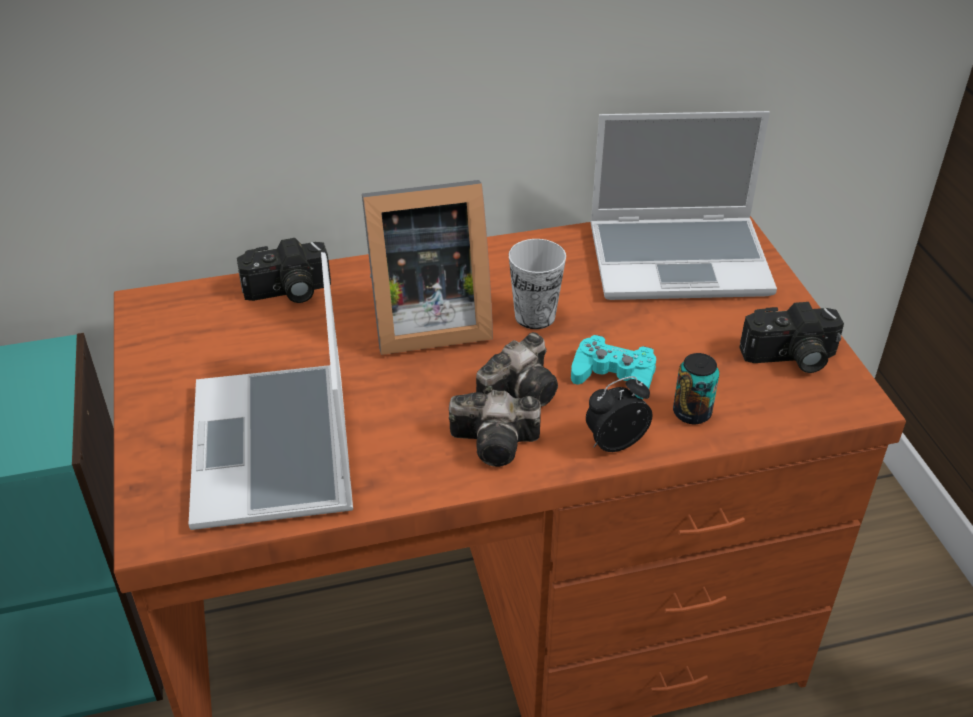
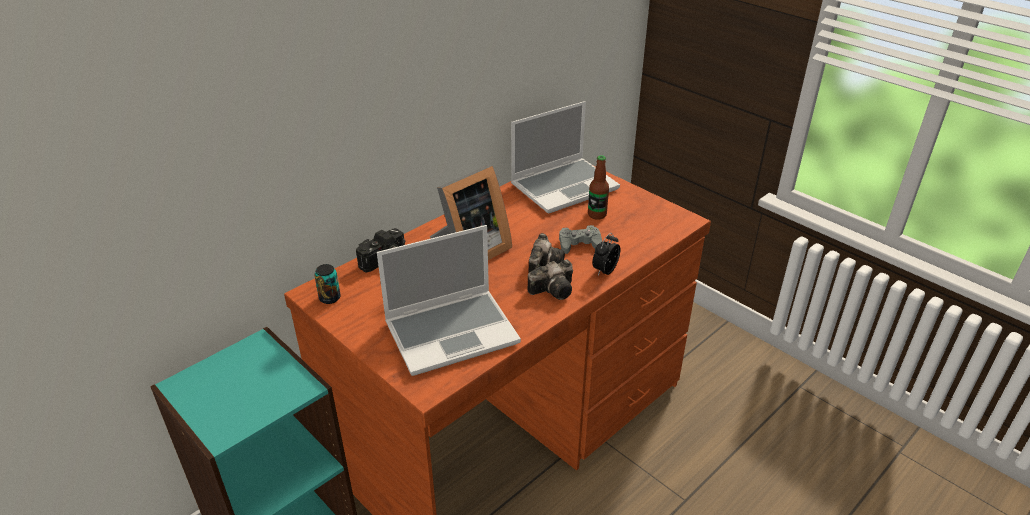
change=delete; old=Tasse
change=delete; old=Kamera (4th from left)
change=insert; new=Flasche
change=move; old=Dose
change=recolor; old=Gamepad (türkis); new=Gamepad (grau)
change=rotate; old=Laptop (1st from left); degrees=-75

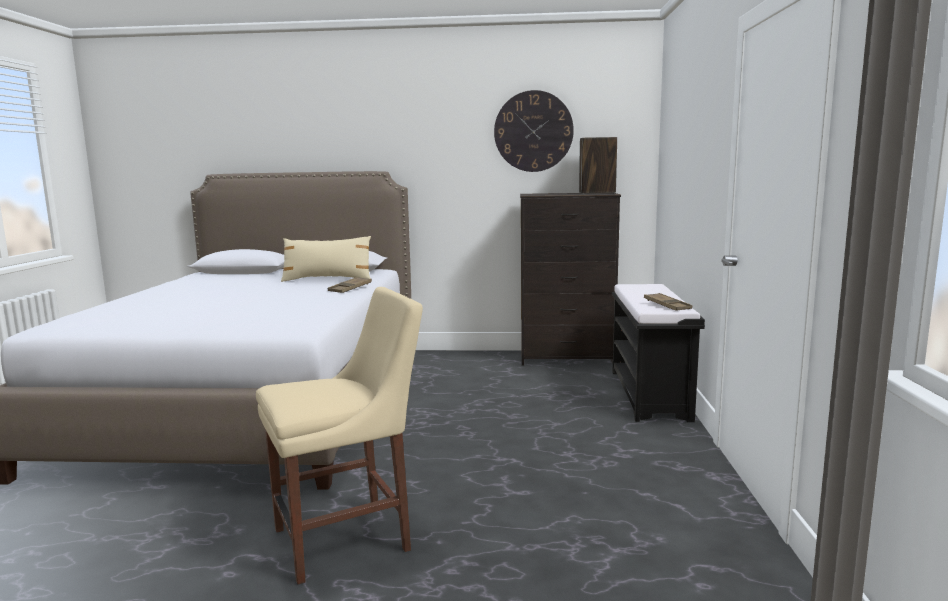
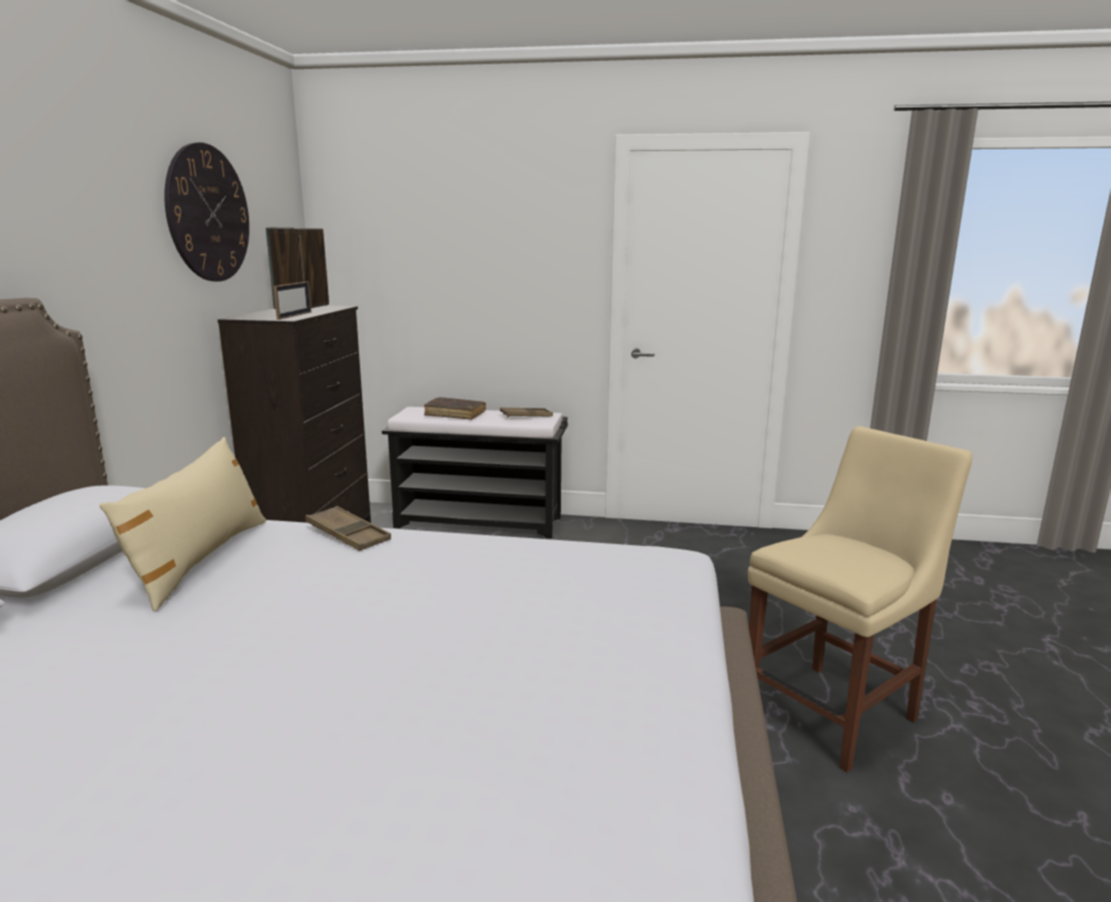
change=insert; new=Bilderrahmen
change=insert; new=Buch (braun)
change=rotate; old=Stuhl (beige); degrees=75

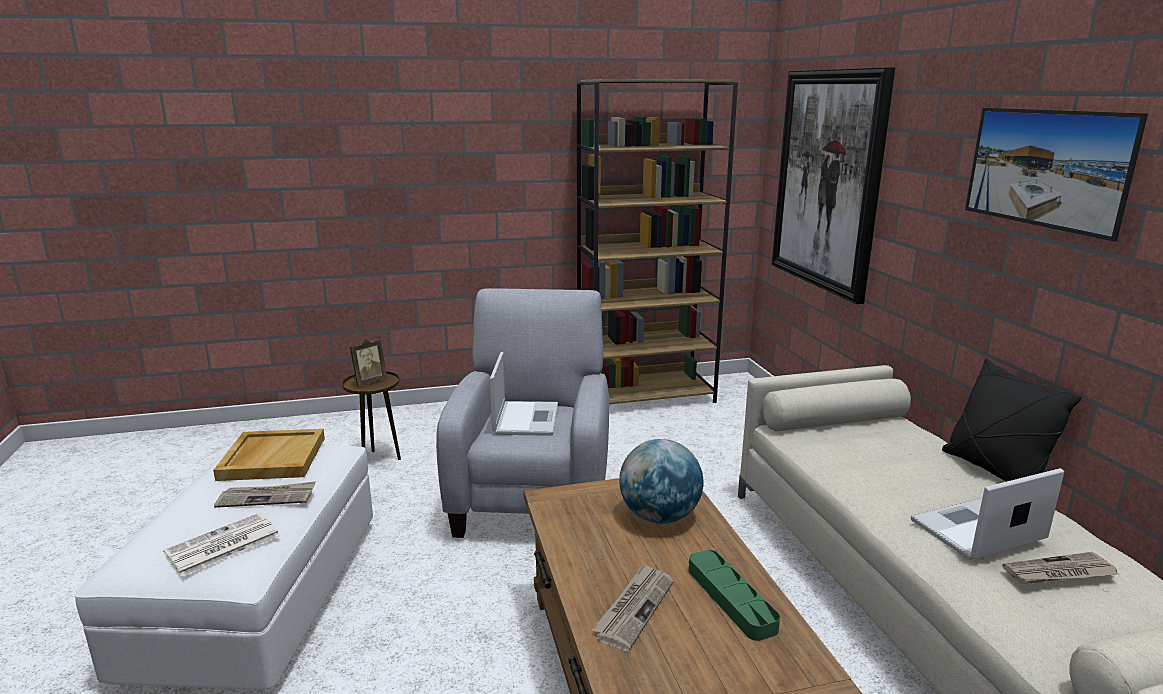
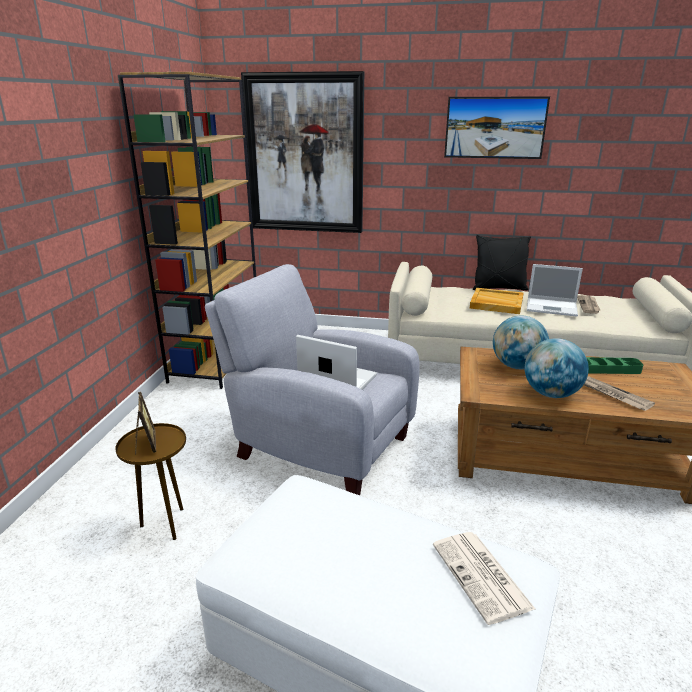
change=delete; old=Zeitung (2nd from left)
change=insert; new=Globus (2nd from left)
change=move; old=Tablett (beige)
change=rotate; old=Laptop (2nd from left); degrees=-75

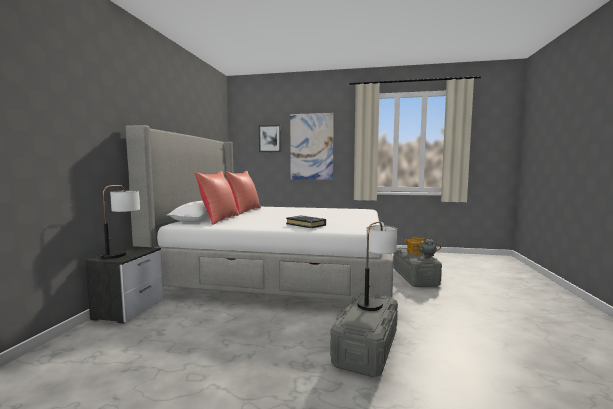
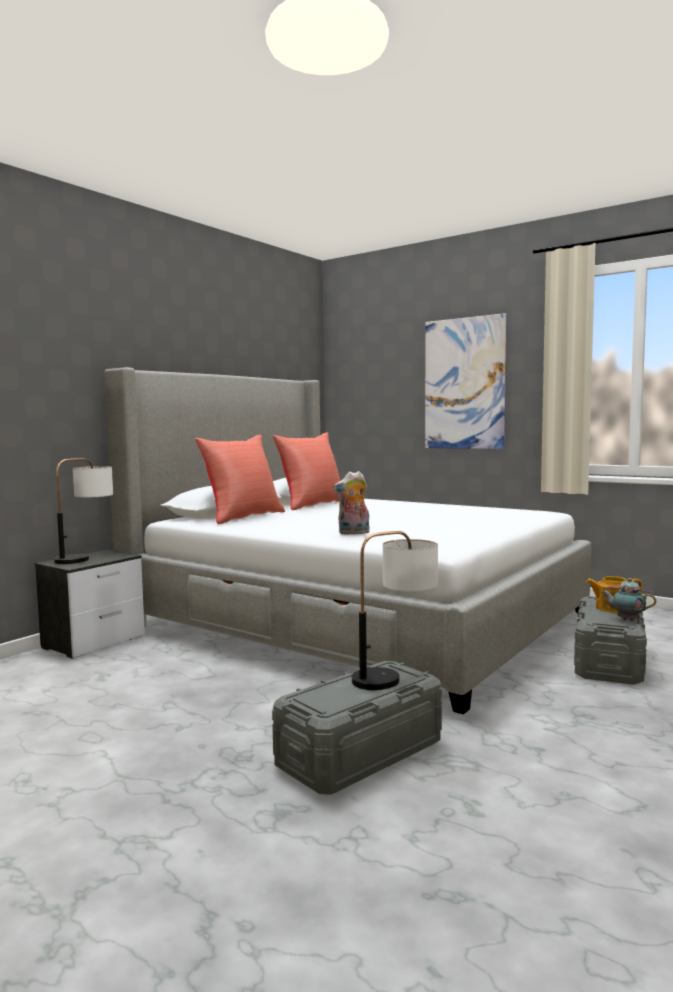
change=delete; old=Bild (1st from left)
change=replace; old=Buch (schwarz); new=Plüschtier

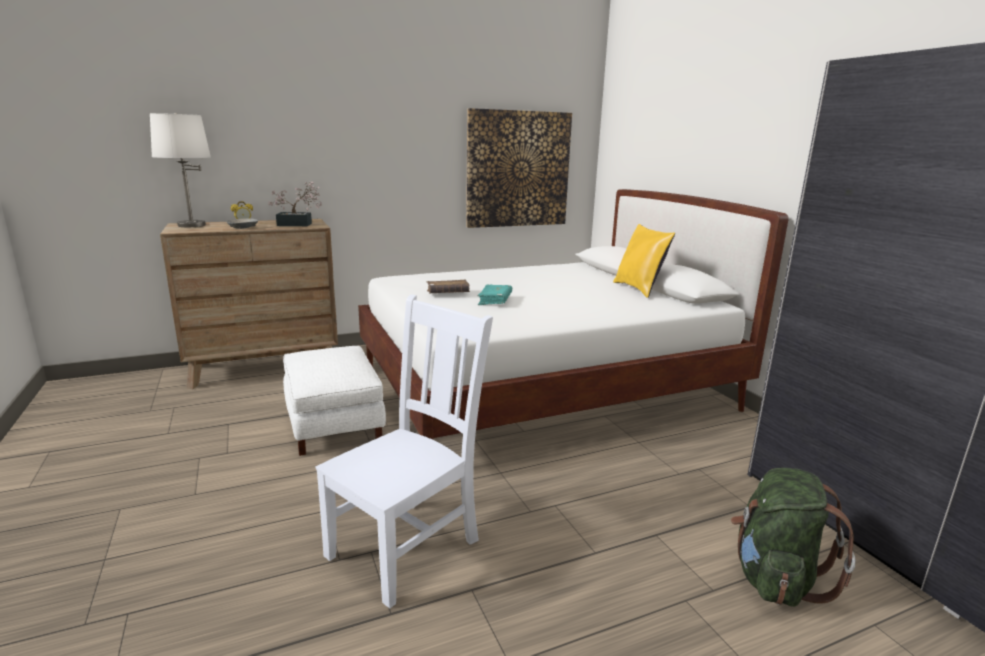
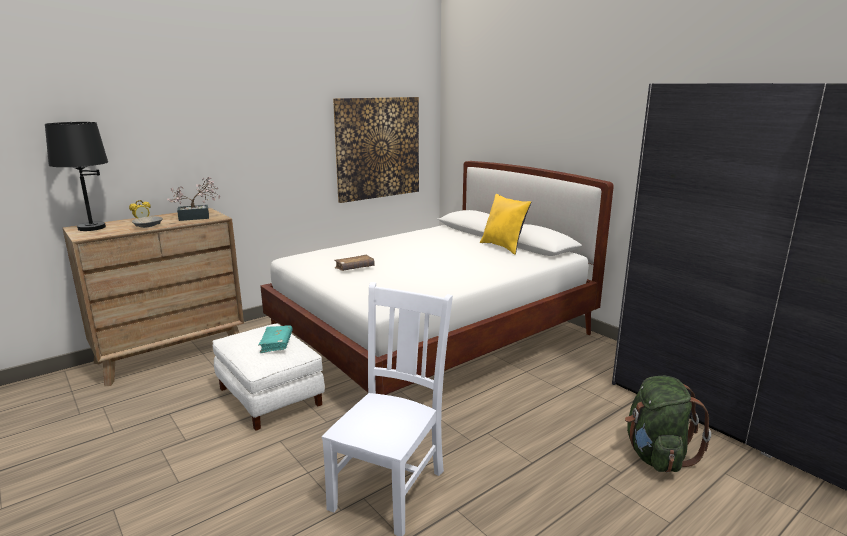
change=move; old=Buch (türkis)
change=recolor; old=Tischlampe (weiß); new=Tischlampe (schwarz)

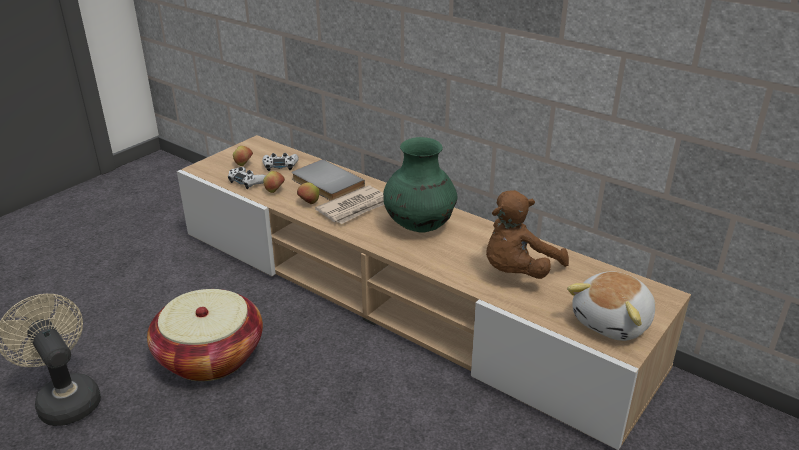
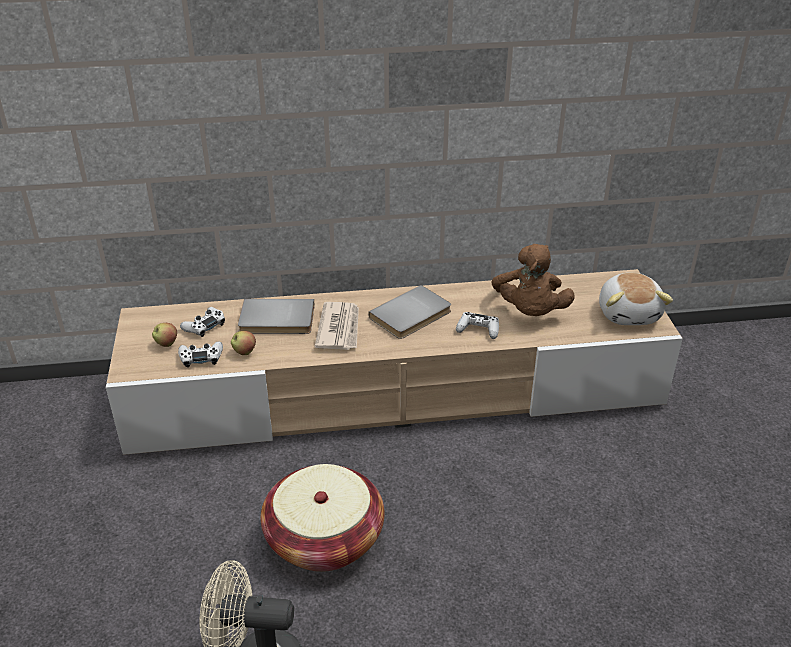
change=delete; old=Apfel (3rd from left)
change=insert; new=Gamepad (weiß) (3rd from left)
change=replace; old=Vase (grün); new=Buch (grau) (2nd from left)

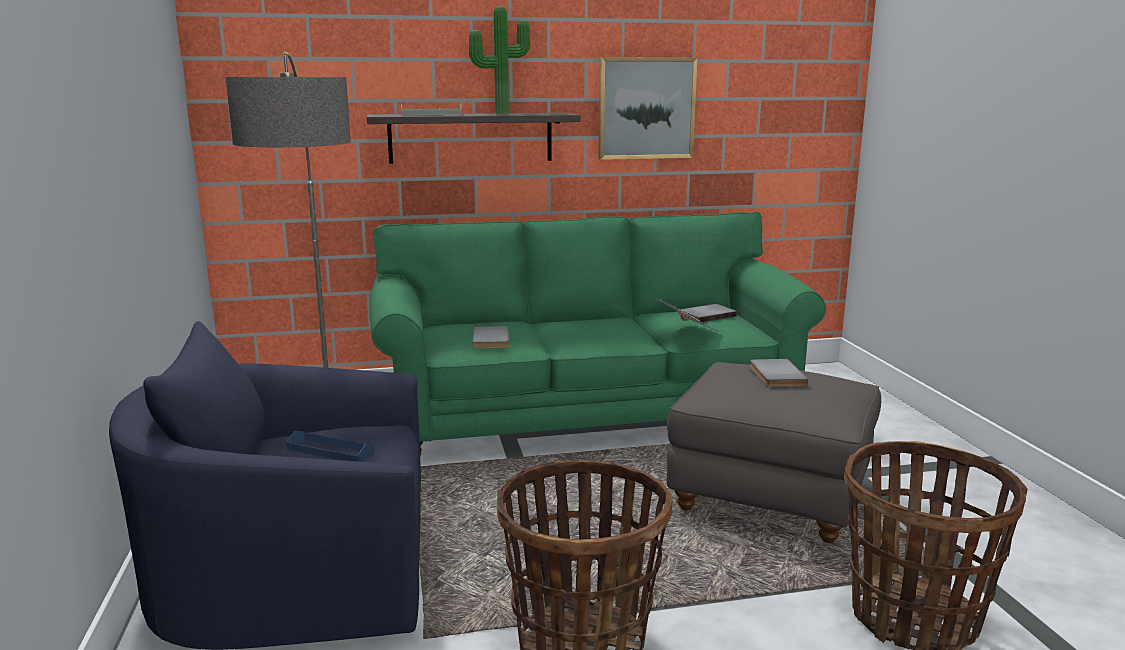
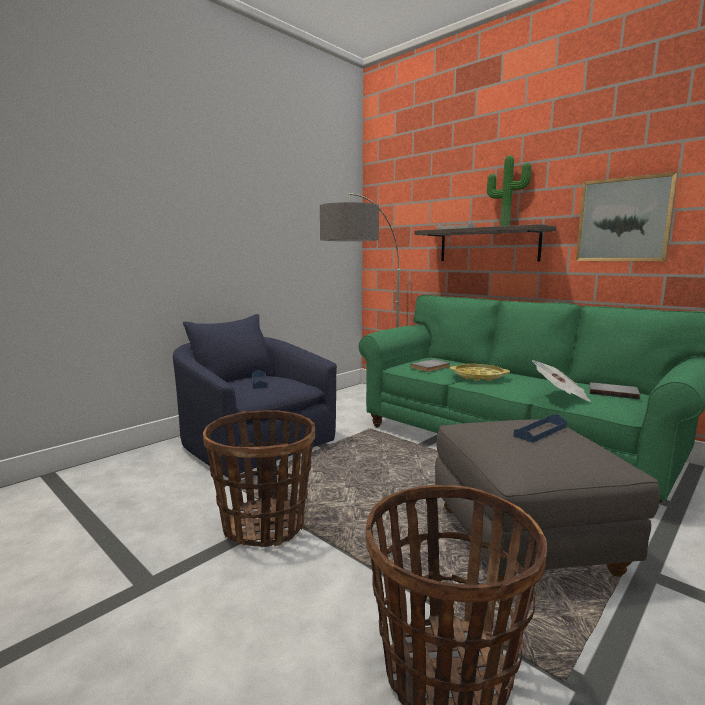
change=insert; new=Tablett (gelb)
change=replace; old=Buch (grau) (3rd from left); new=Tablett (blau) (2nd from left)

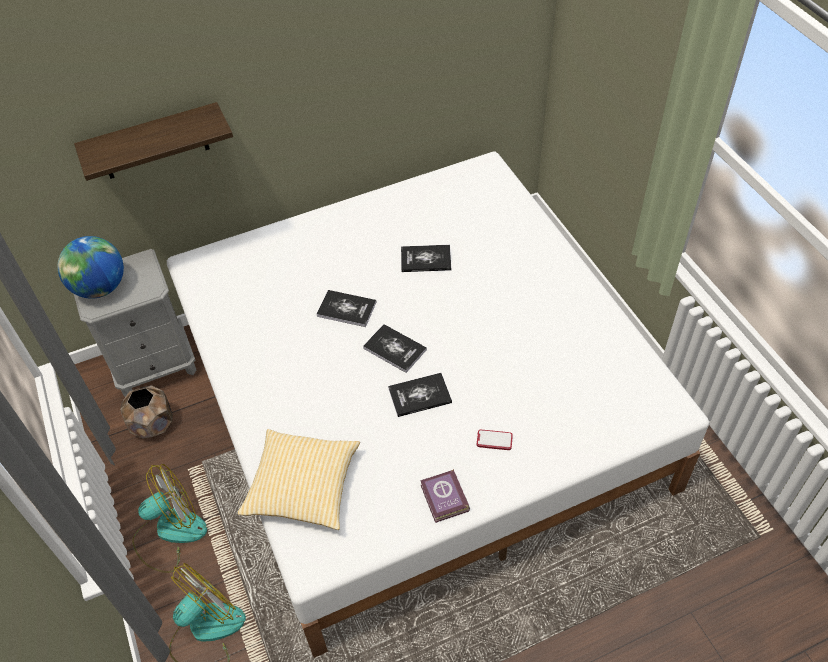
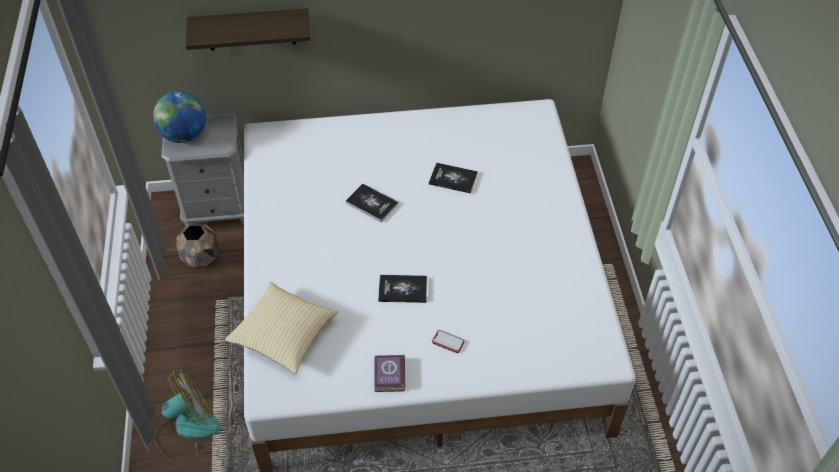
change=delete; old=Ventilator (1st from left)
change=delete; old=Buch (2nd from left)

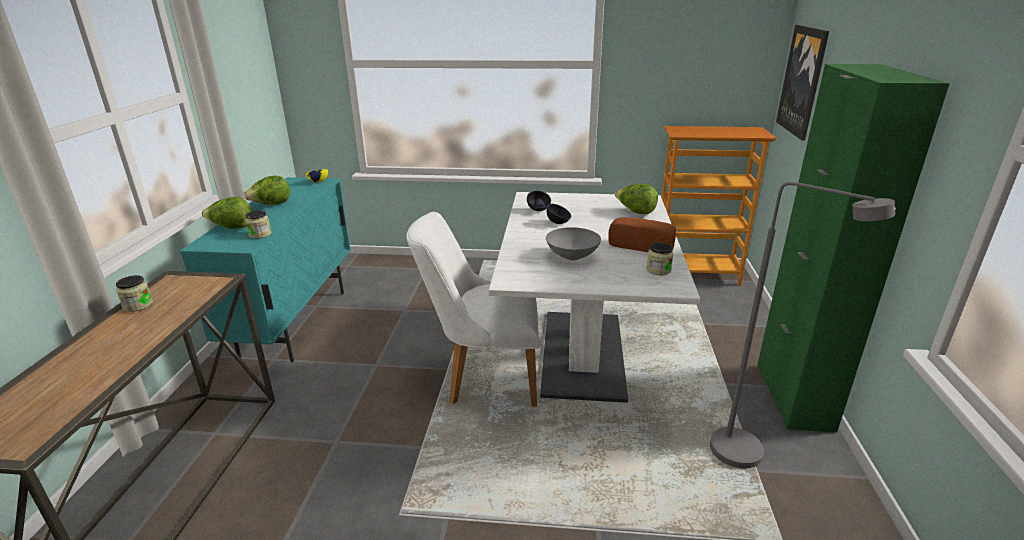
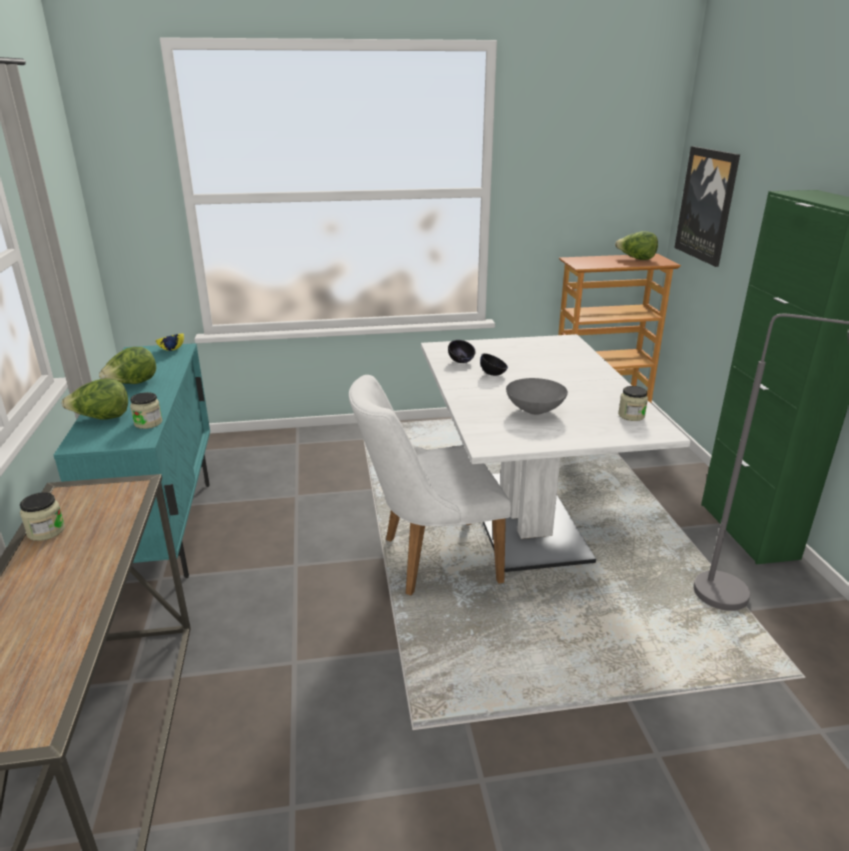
change=delete; old=Brot
change=move; old=Salatkopf (3rd from left)

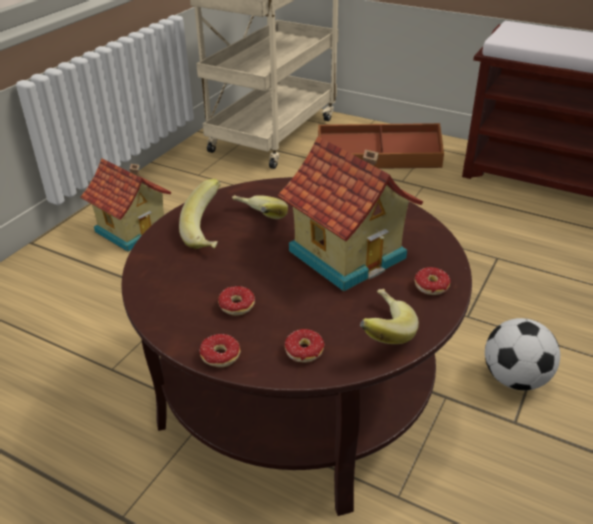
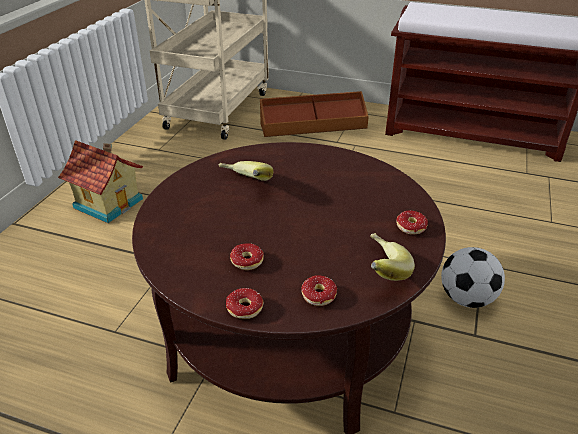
change=delete; old=Banane (1st from left)
change=delete; old=Spielzeughaus (2nd from left)

